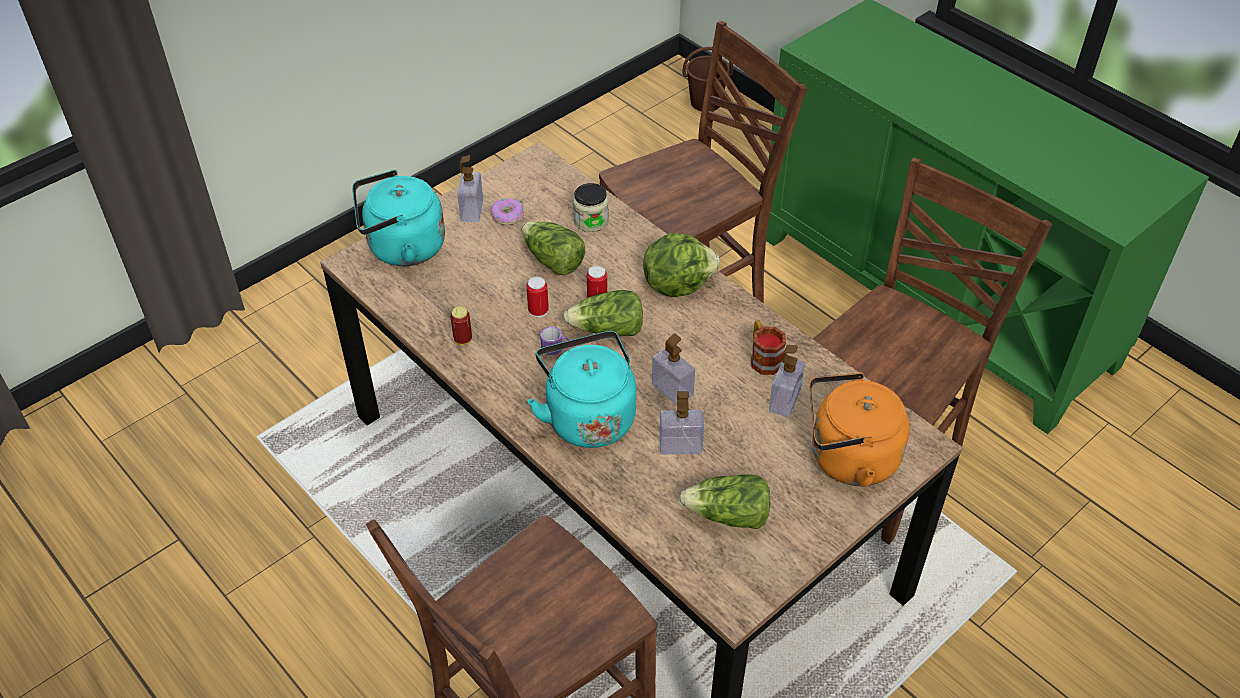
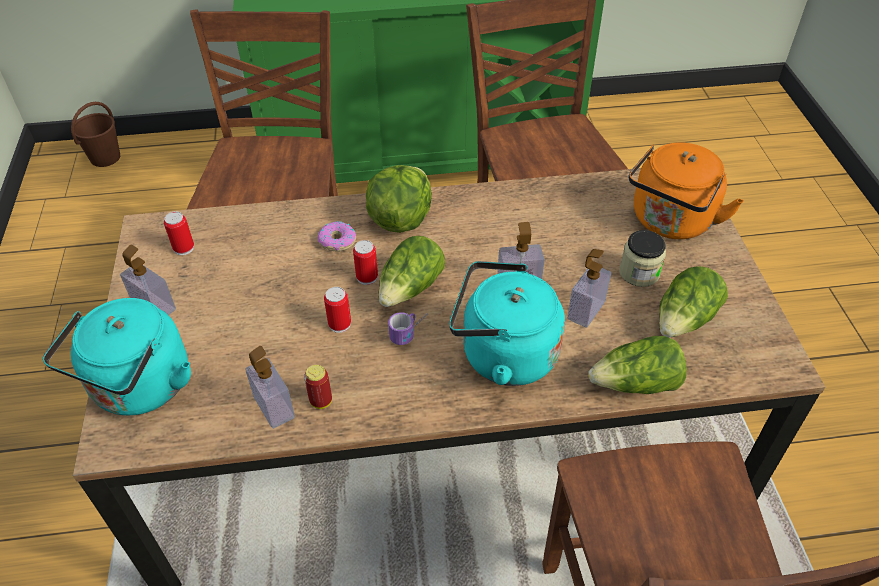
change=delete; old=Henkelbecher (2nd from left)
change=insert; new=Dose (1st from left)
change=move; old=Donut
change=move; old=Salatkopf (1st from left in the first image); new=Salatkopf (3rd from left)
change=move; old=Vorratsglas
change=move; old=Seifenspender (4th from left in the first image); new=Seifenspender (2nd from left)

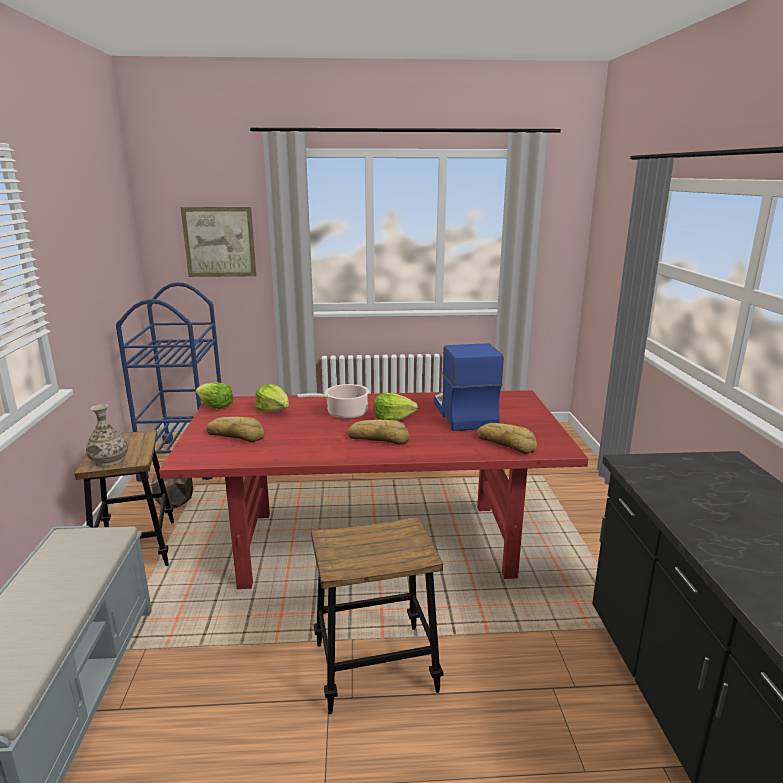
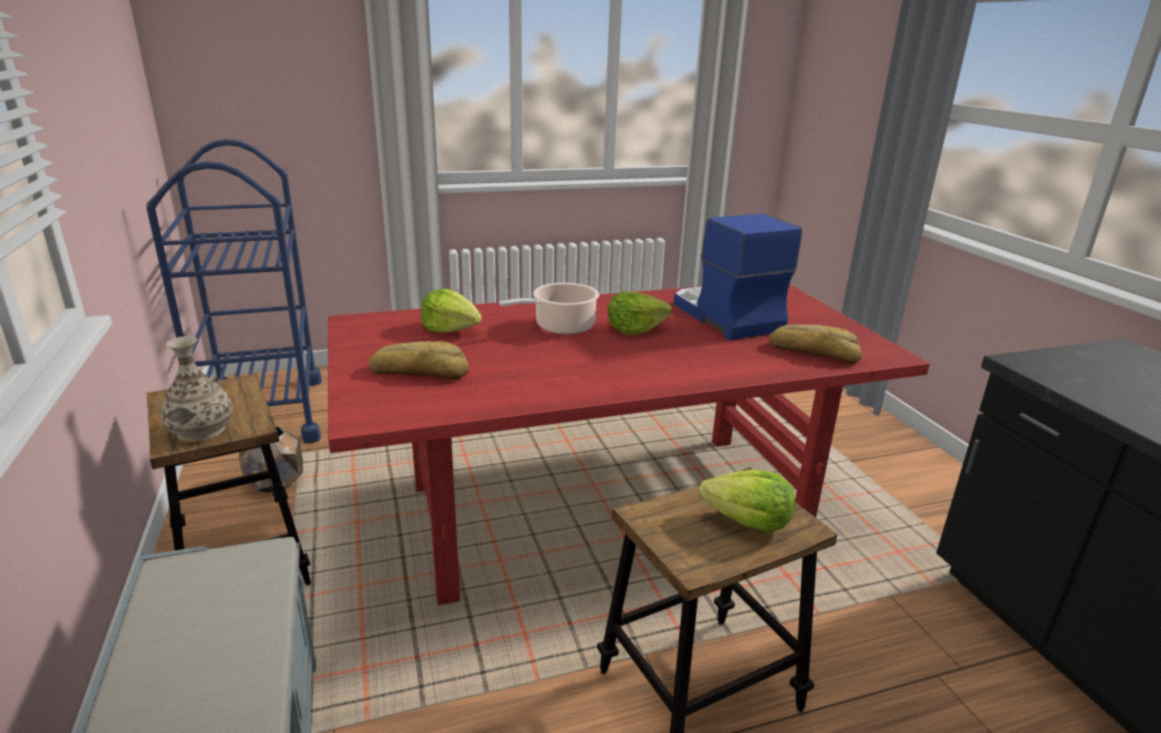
change=delete; old=Bild
change=delete; old=Brot (2nd from left)
change=move; old=Salatkopf (1st from left in the first image); new=Salatkopf (3rd from left)

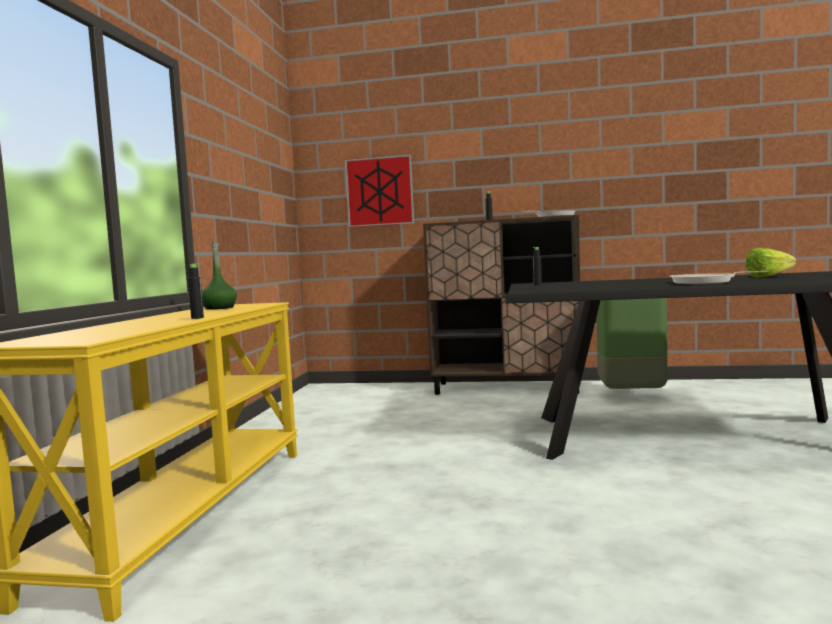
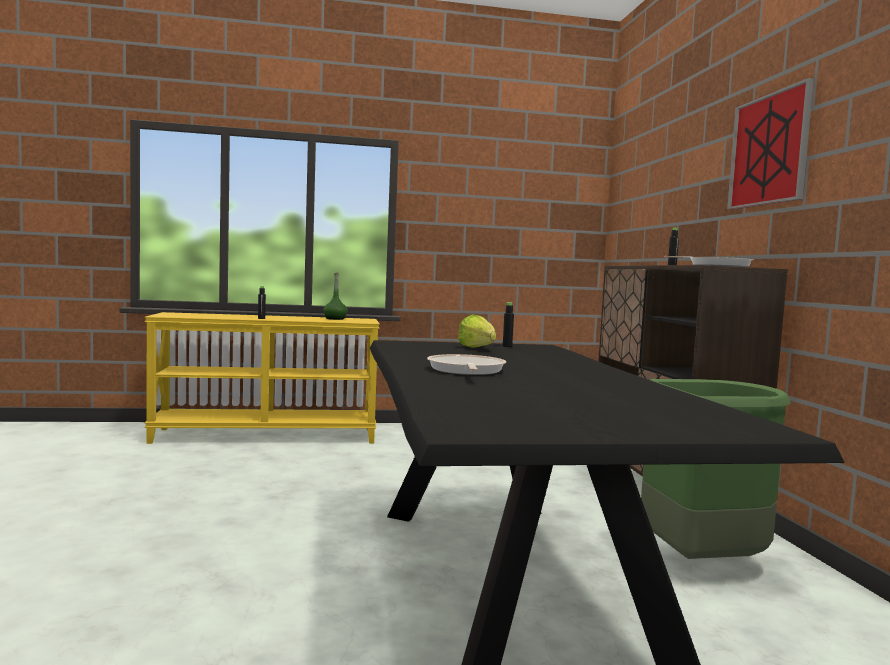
change=move; old=Bild
change=move; old=Salatkopf

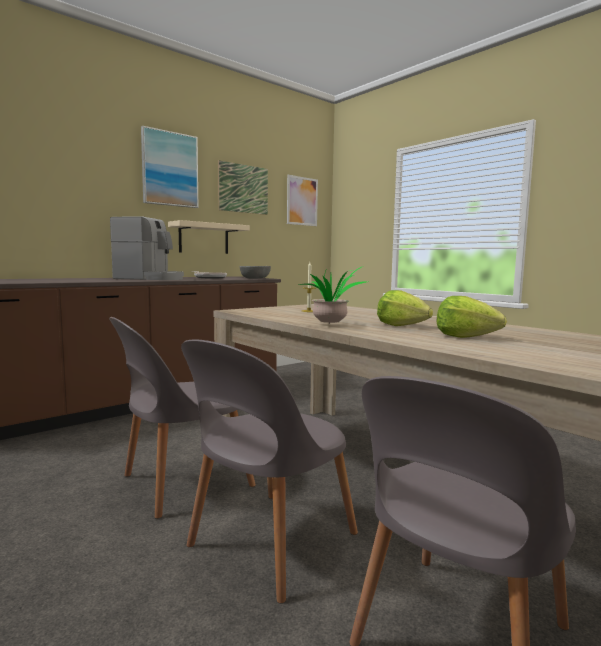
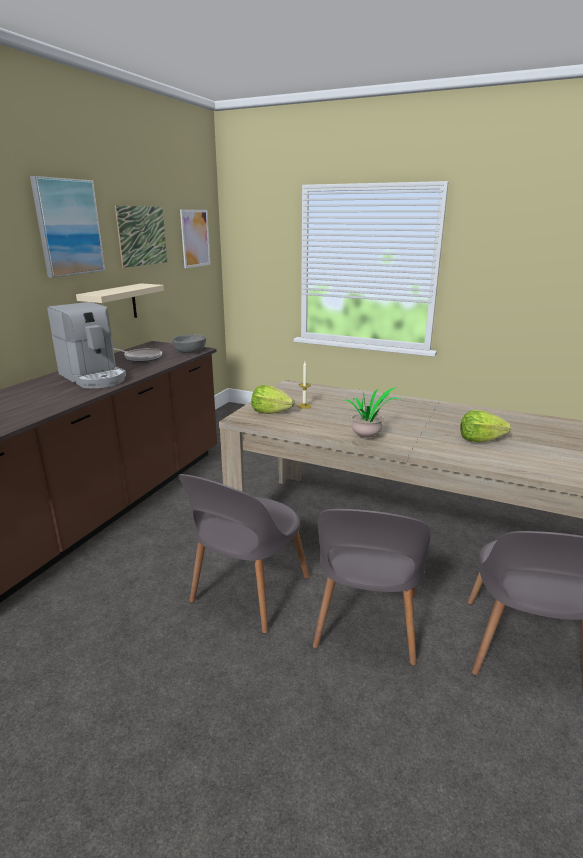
change=move; old=Salatkopf (1st from left)
change=rotate; old=Kaffeemaschine; degrees=60

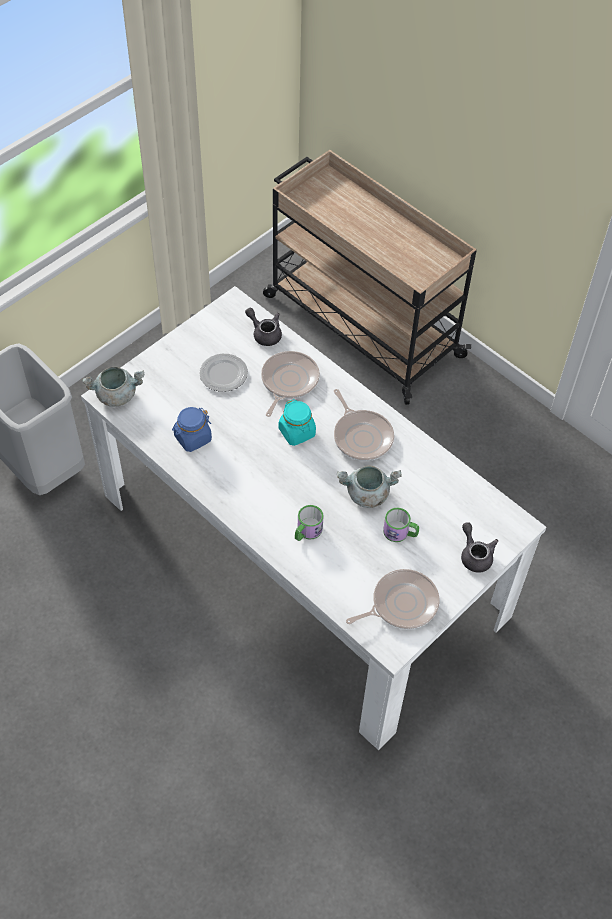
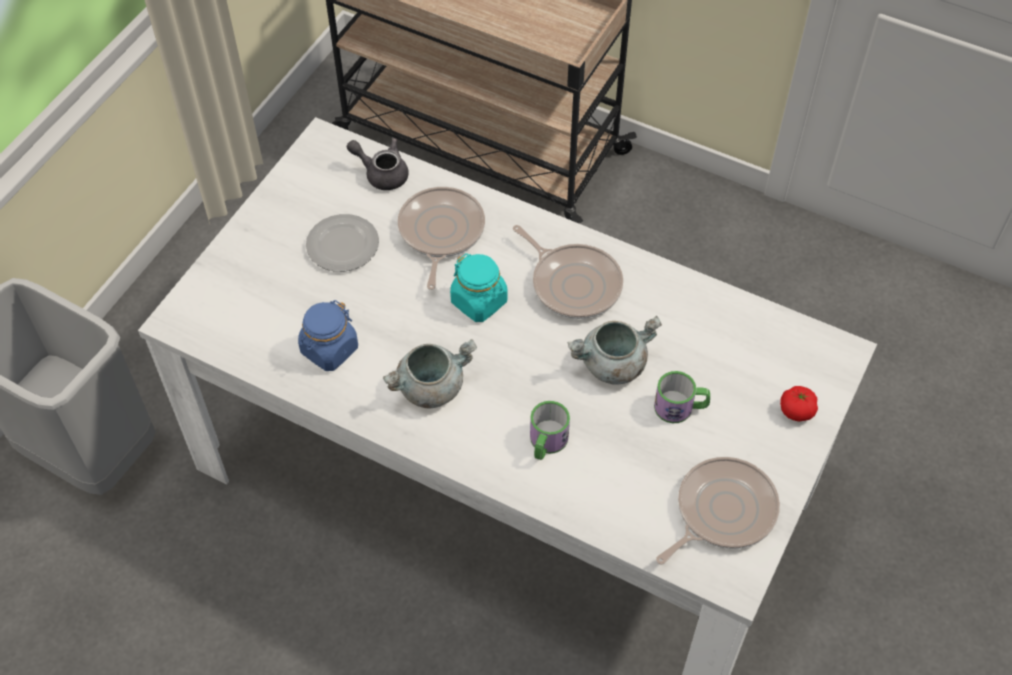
change=move; old=Kochtopf (grau) (1st from left)
change=replace; old=Teekanne (grau) (2nd from left); new=Tomate

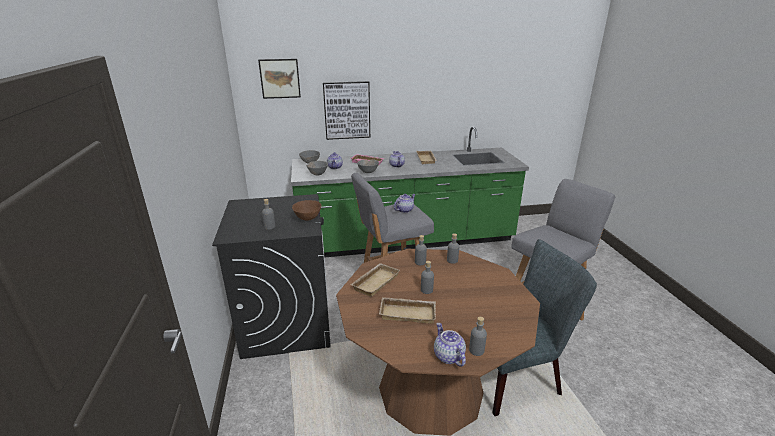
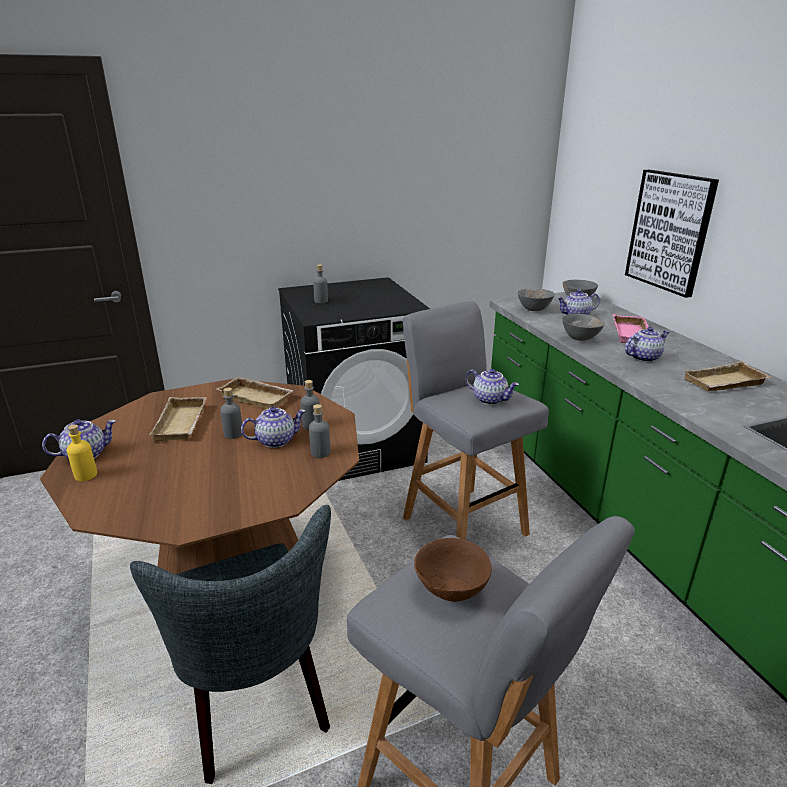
change=delete; old=Bild (1st from left)
change=insert; new=Teekanne (2nd from left)
change=move; old=Schüssel (braun)
change=recolor; old=Flasche (grau) (5th from left); new=Flasche (gelb)

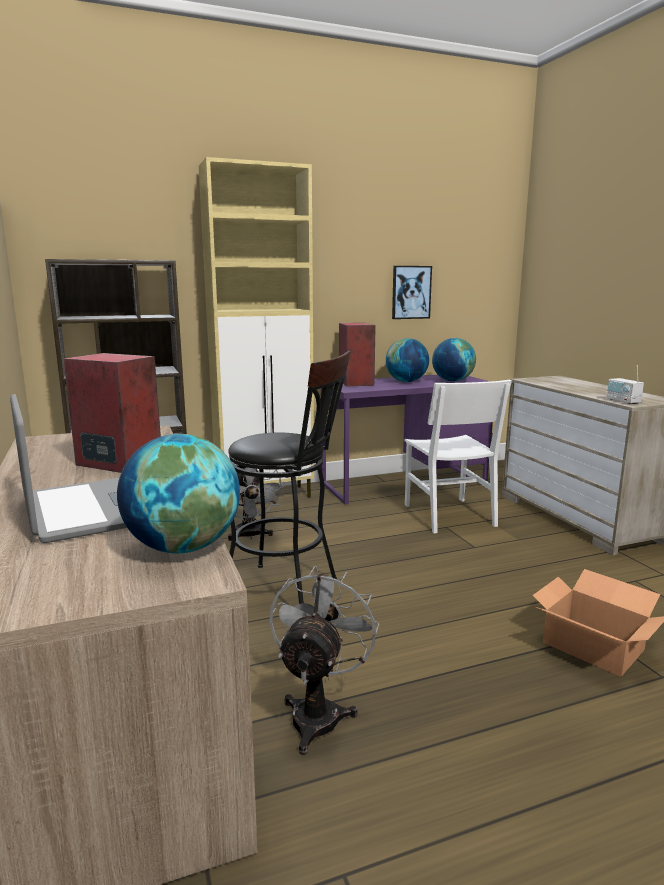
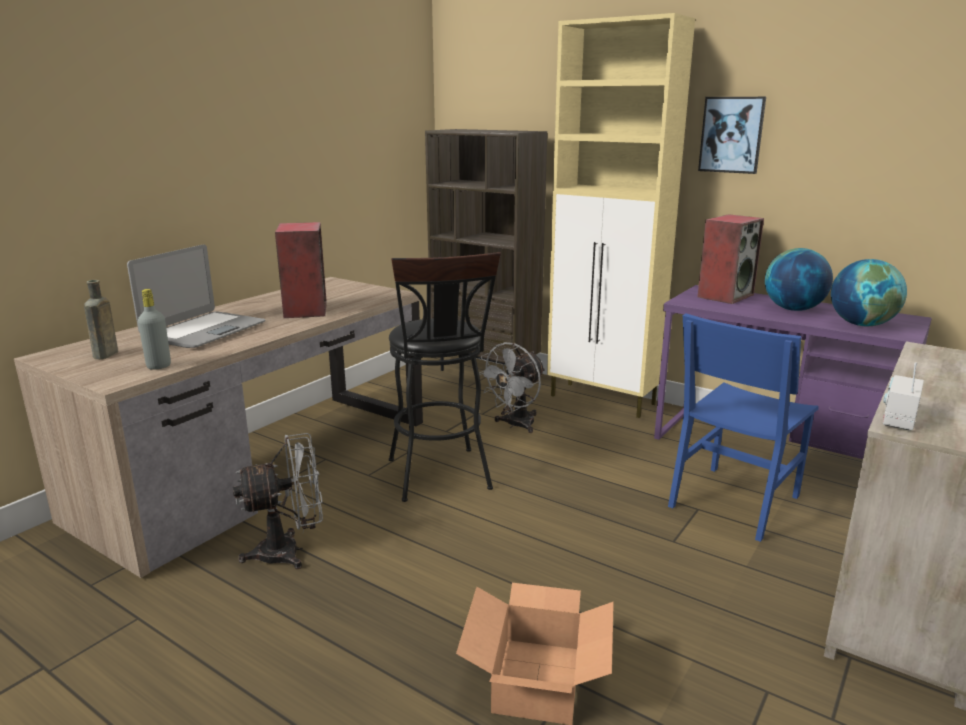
change=insert; new=Flasche (braun)
change=move; old=Bild
change=replace; old=Globus (1st from left); new=Flasche (grau)
change=recolor; old=Stuhl (weiß); new=Stuhl (blau)

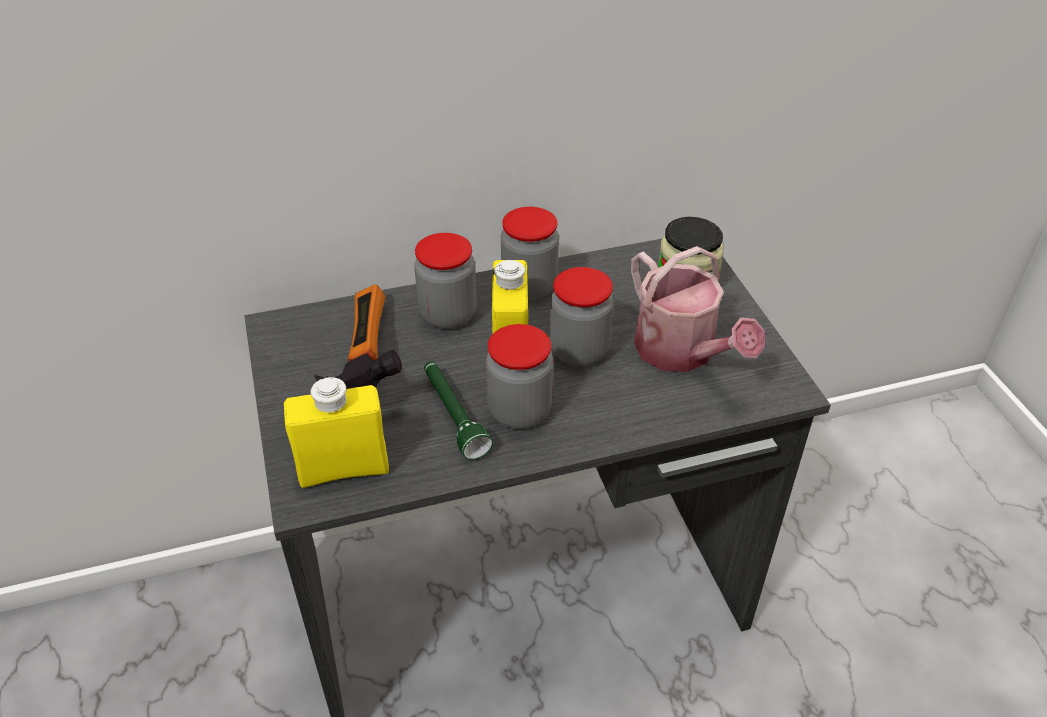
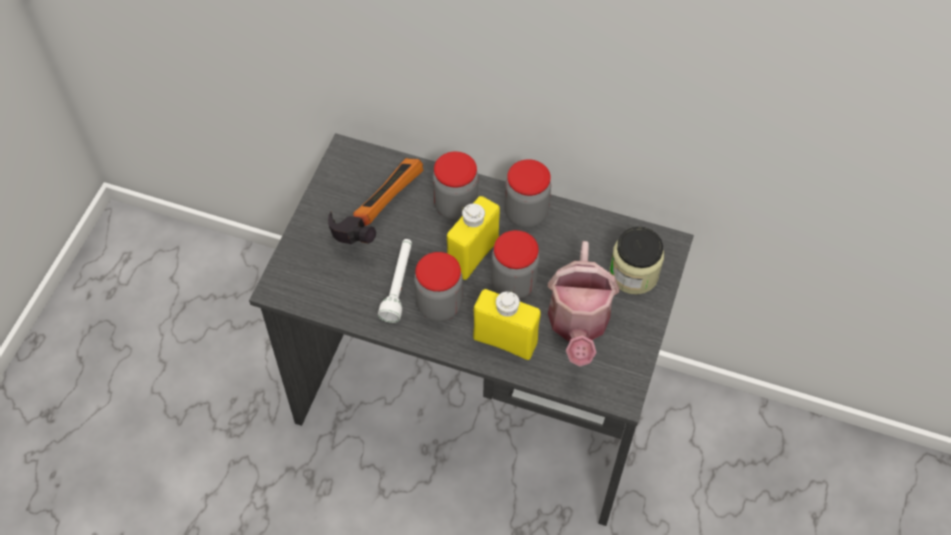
change=move; old=Flasche (gelb) (1st from left in the first image); new=Flasche (gelb) (2nd from left)
change=recolor; old=Taschenlampe (grün); new=Taschenlampe (weiß)

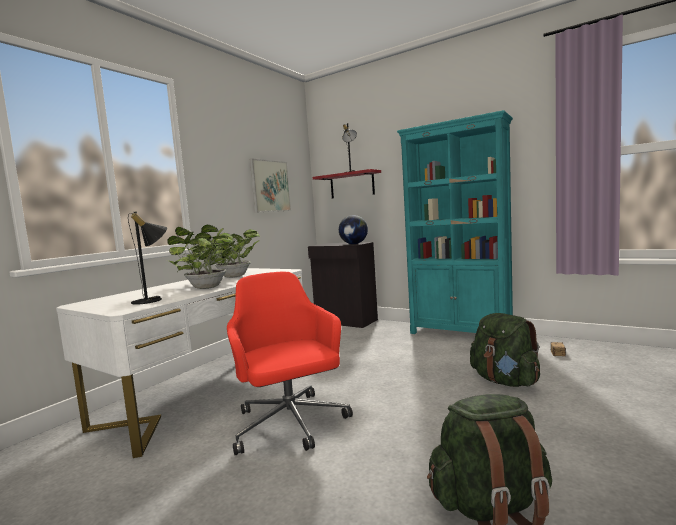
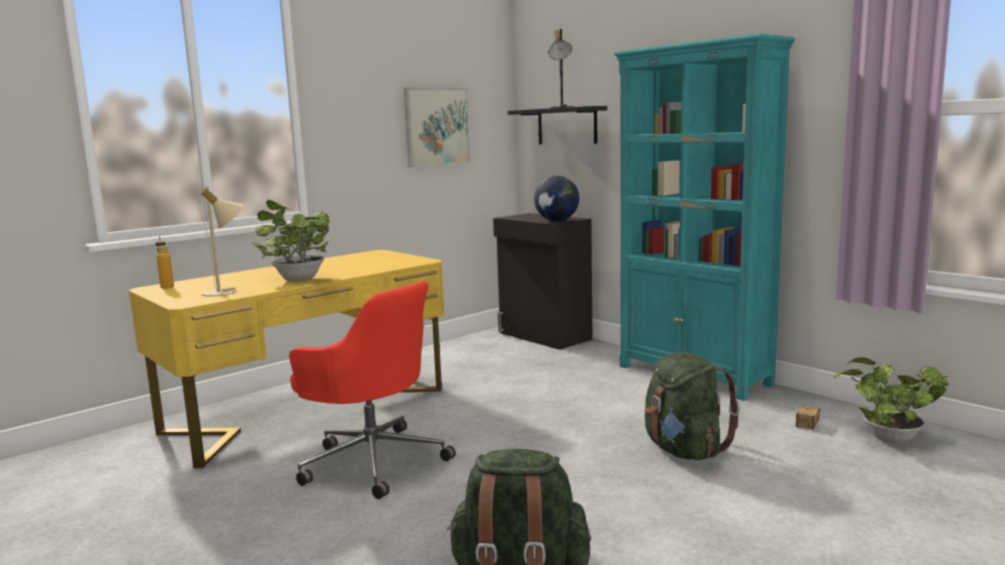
change=insert; new=Flasche
change=move; old=Topfpflanze (2nd from left)
change=recolor; old=Schreibtisch (weiß); new=Schreibtisch (gelb)
change=recolor; old=Tischlampe (schwarz) (1st from left); new=Tischlampe (beige)
change=recolor; old=Wandregal (rot); new=Wandregal (schwarz)
change=rotate; old=Bürostuhl (rot); degrees=135

